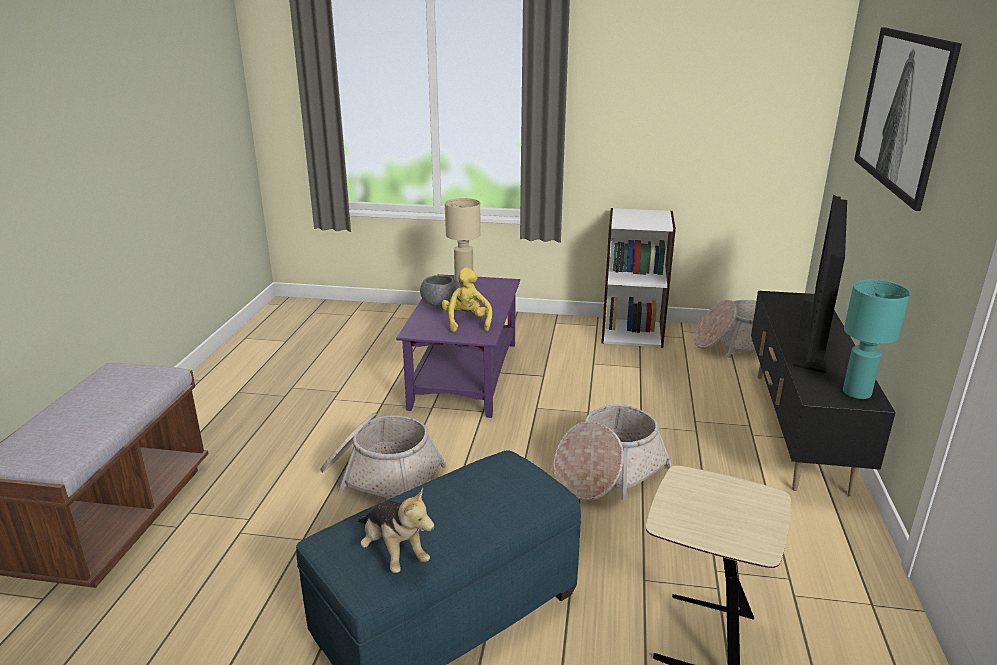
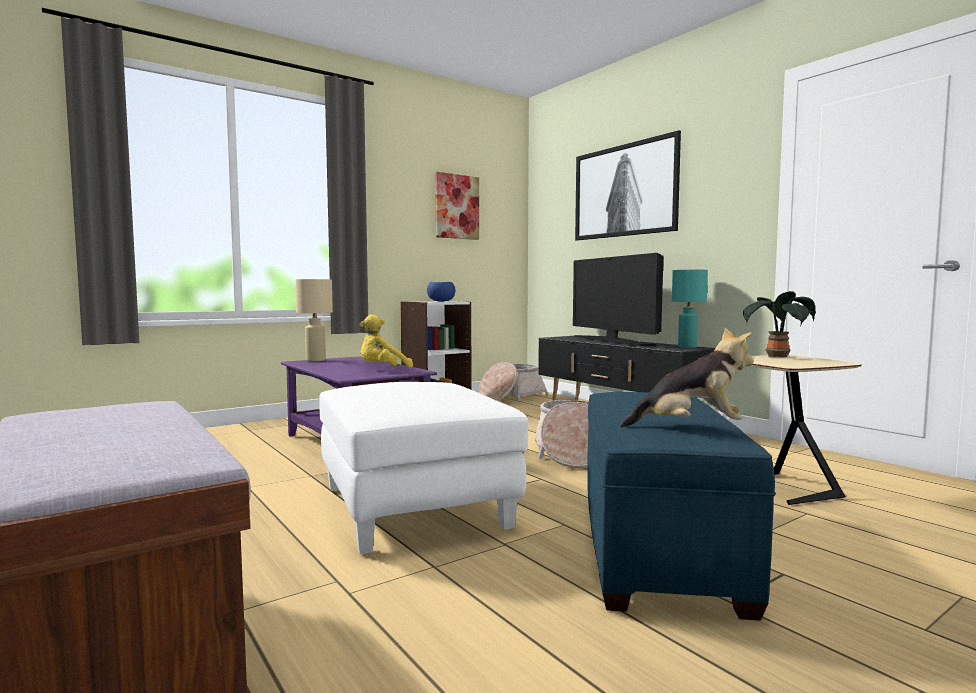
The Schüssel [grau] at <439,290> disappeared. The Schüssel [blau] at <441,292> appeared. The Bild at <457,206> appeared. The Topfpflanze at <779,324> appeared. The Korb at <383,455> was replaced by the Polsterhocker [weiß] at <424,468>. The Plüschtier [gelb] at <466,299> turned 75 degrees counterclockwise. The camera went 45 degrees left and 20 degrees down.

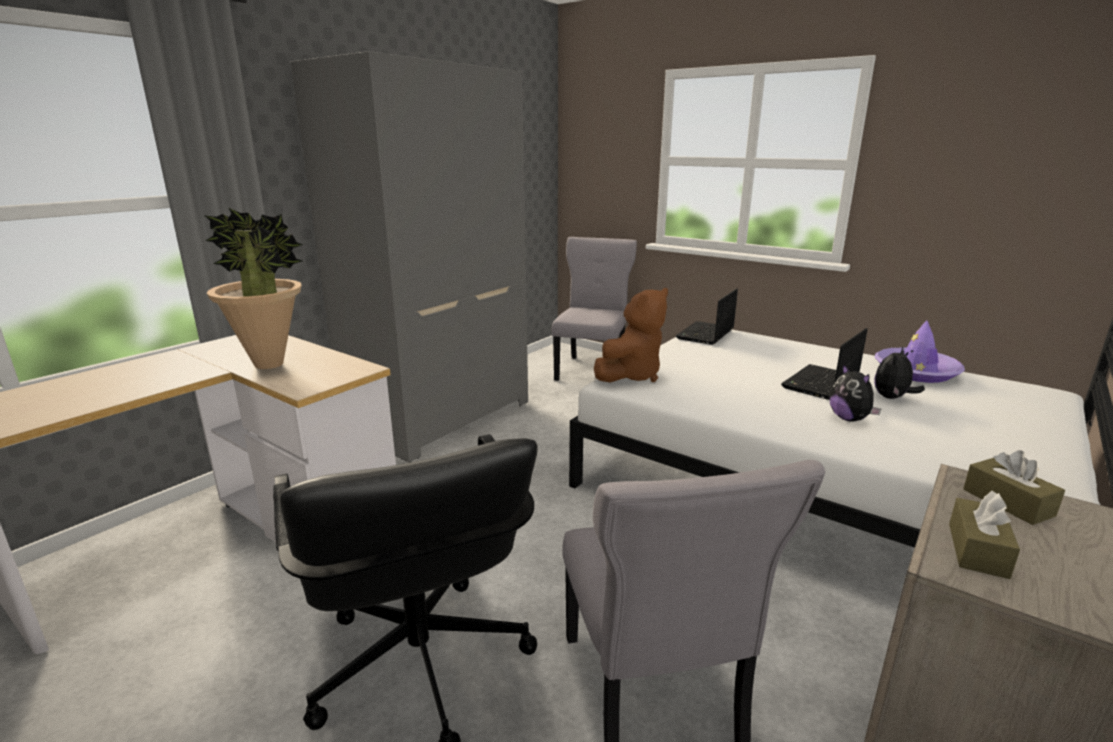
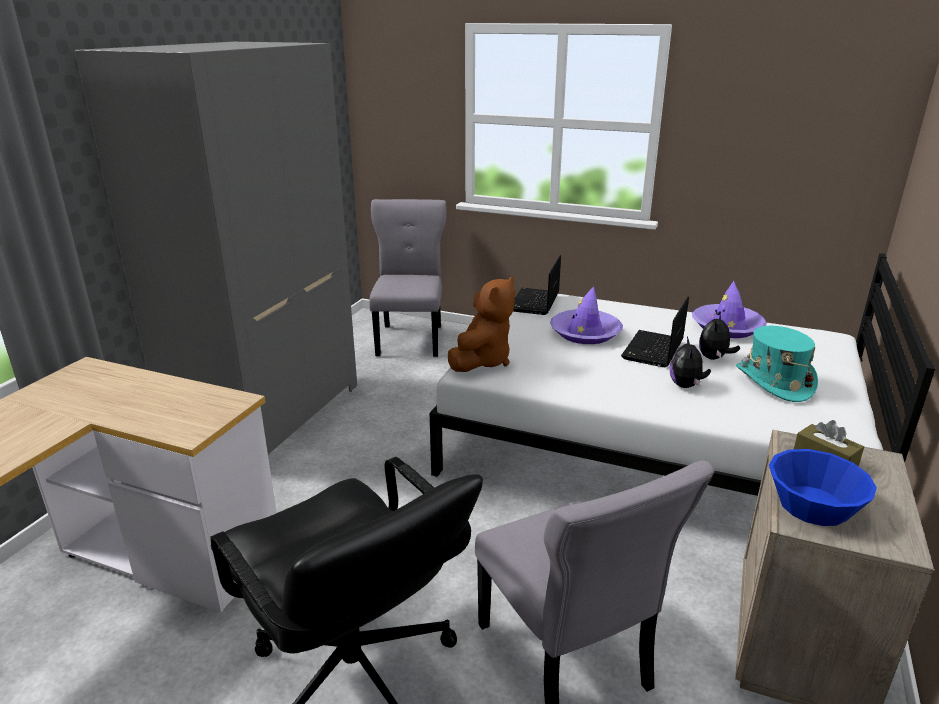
The Topfpflanze at <253,288> disappeared. The Hut [lila] at <586,315> appeared. The Hut [türkis] at <777,364> appeared. The Taschentuchbox [braun] at <984,535> was replaced by the Schüssel [blau] at <823,487>. The Plüschtier at <855,392> turned 45 degrees clockwise. The camera went 15 degrees left and 5 degrees up.

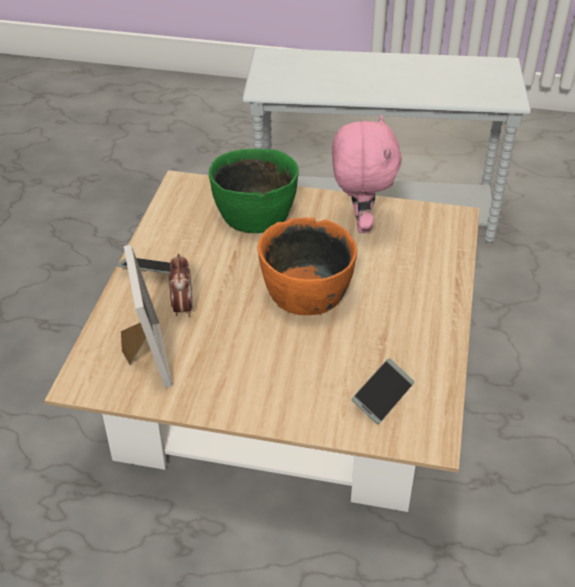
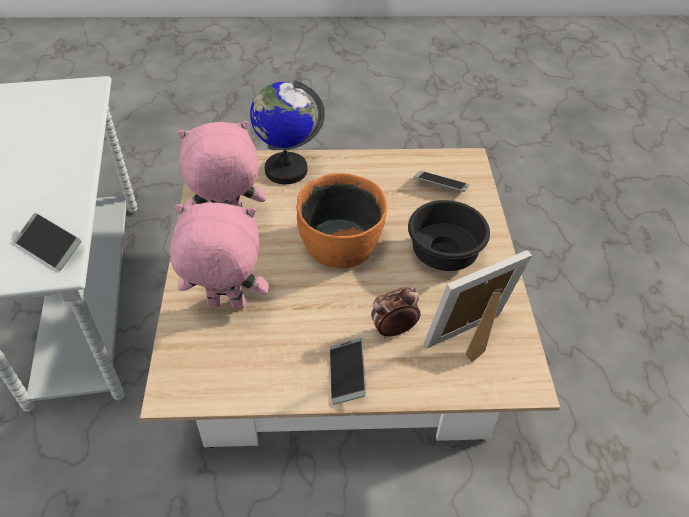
The Handy at <48,242> appeared. The Globus at <287,131> appeared. The Schüssel [schwarz] at <449,235> appeared. The Schüssel [grün] at <254,191> was replaced by the Plüschtier [rosa] at <219,256>. The camera went 105 degrees left and 5 degrees up.

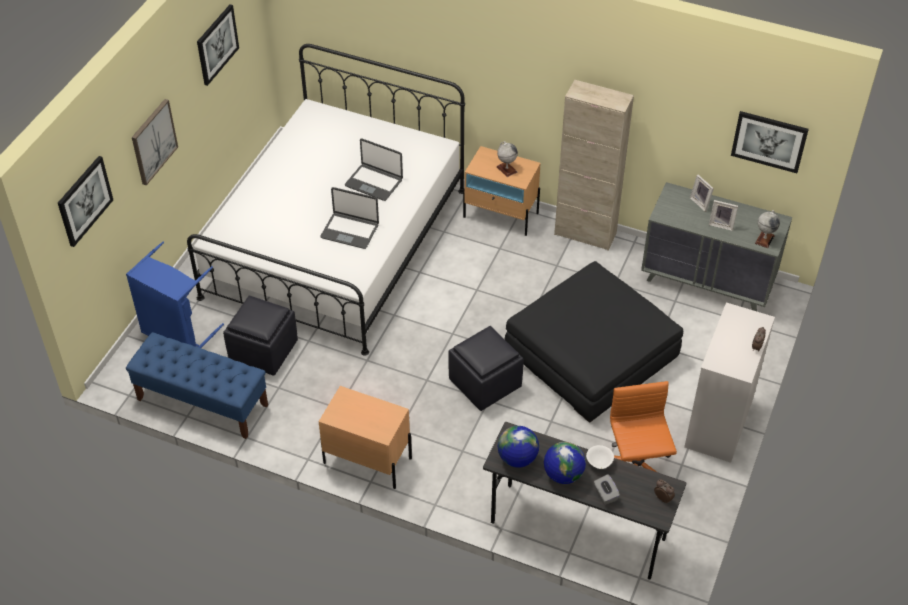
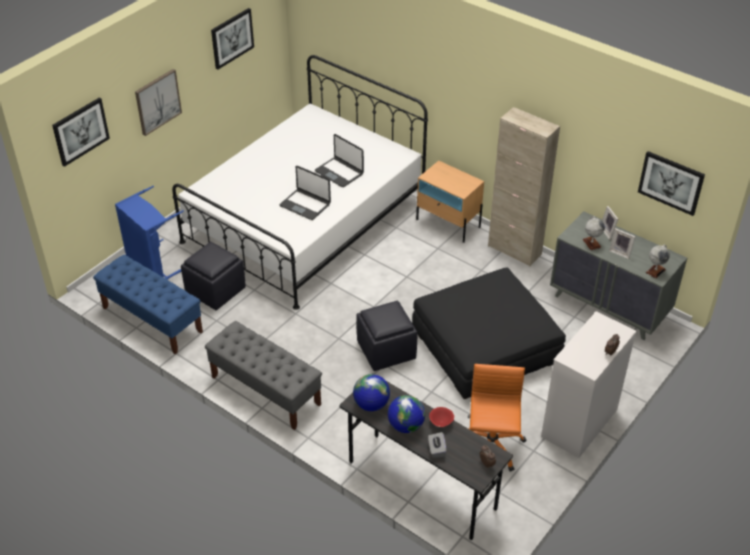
The Globus moved from <507,159> to <594,233>. The Nachttisch [beige] at <365,437> was replaced by the Bank [grau] at <263,375>. The Schüssel [weiß] at <600,457> became the Schüssel [rot] at <441,417>. The camera went 15 degrees right and 5 degrees down.

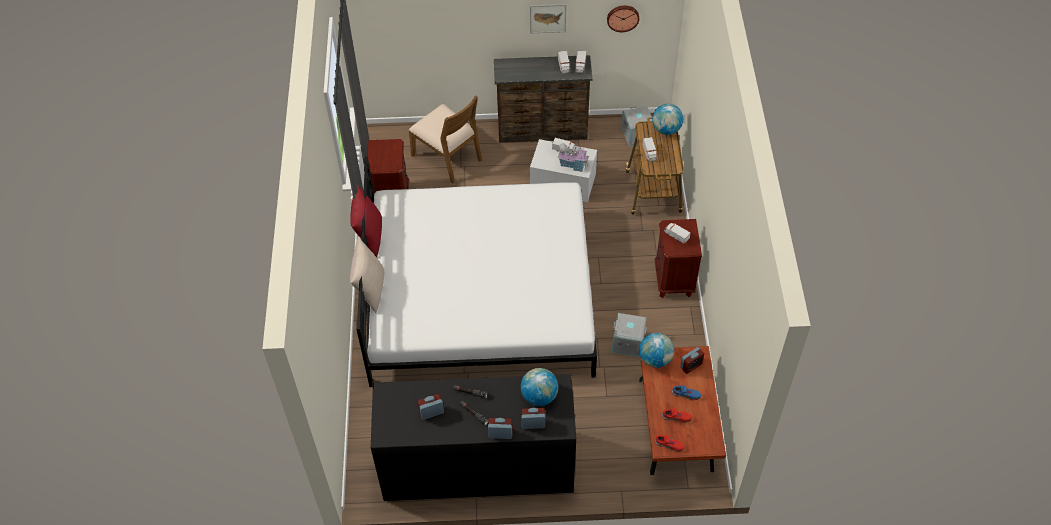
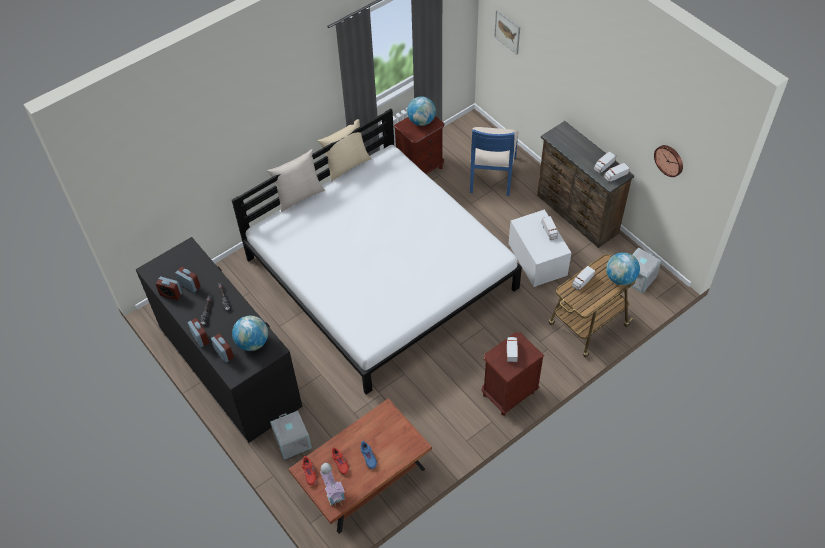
The Bild moved from <548,18> to <507,32>. The Spielzeughaus moved from <573,157> to <332,484>. The Aufbewahrungsbox [grau] moved from <629,335> to <291,435>. The Globus moved from <656,350> to <421,111>. The Wecker moved from <692,360> to <169,288>. The Kissen [rot] at <366,221> became the Kissen [beige] at <344,150>. The Stuhl [braun] at <445,139> became the Stuhl [blau] at <494,161>. The camera went 55 degrees right and 0 degrees up.

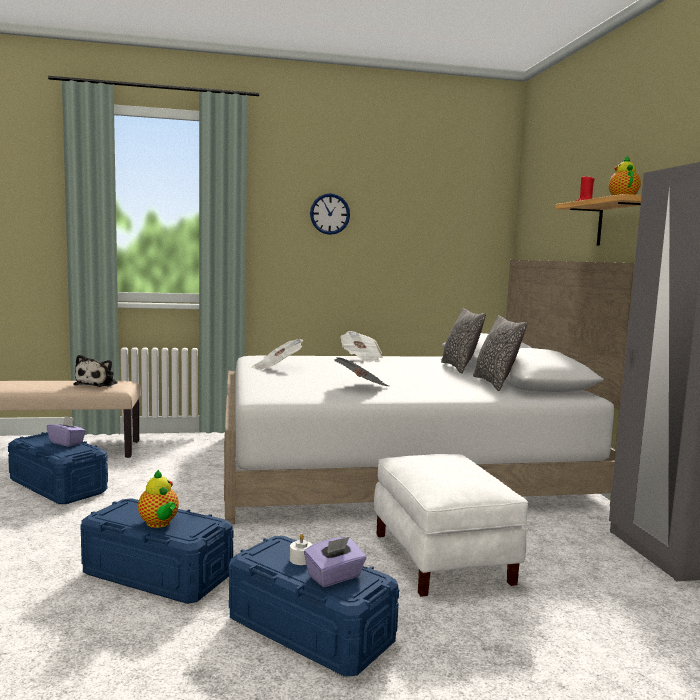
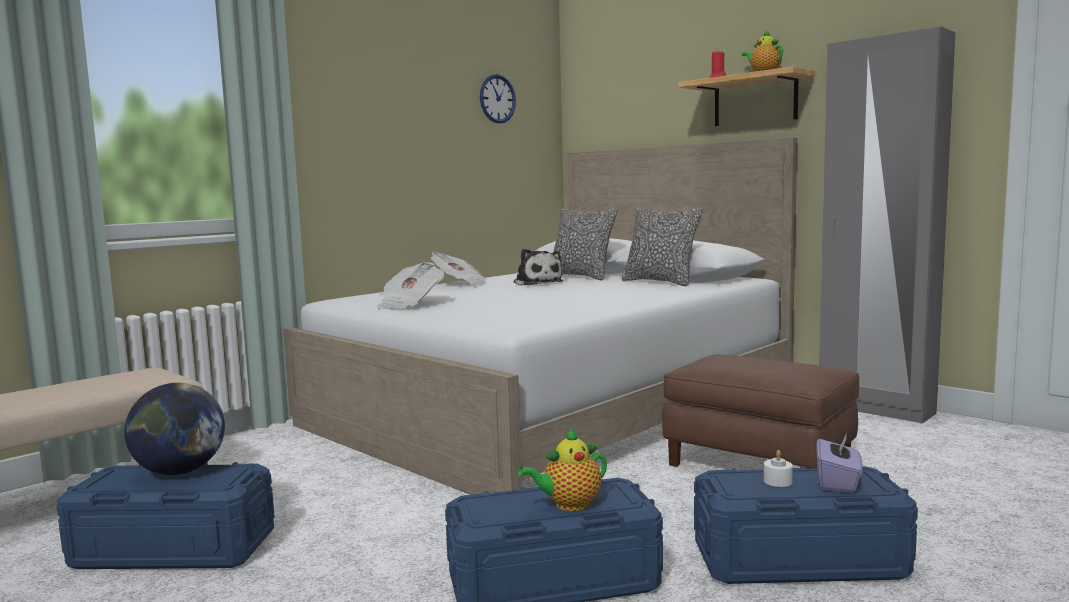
The Zeitung at <361,371> disappeared. The Plüschtier moved from <95,371> to <538,267>. The Wanduhr moved from <330,214> to <498,99>. The Taschentuchbox [lila] at <66,431> was replaced by the Globus at <174,429>. The Polsterhocker [weiß] at <451,525> became the Polsterhocker [braun] at <760,411>. The Teekanne at <158,499> turned 135 degrees clockwise. The camera went 35 degrees left and 0 degrees up.

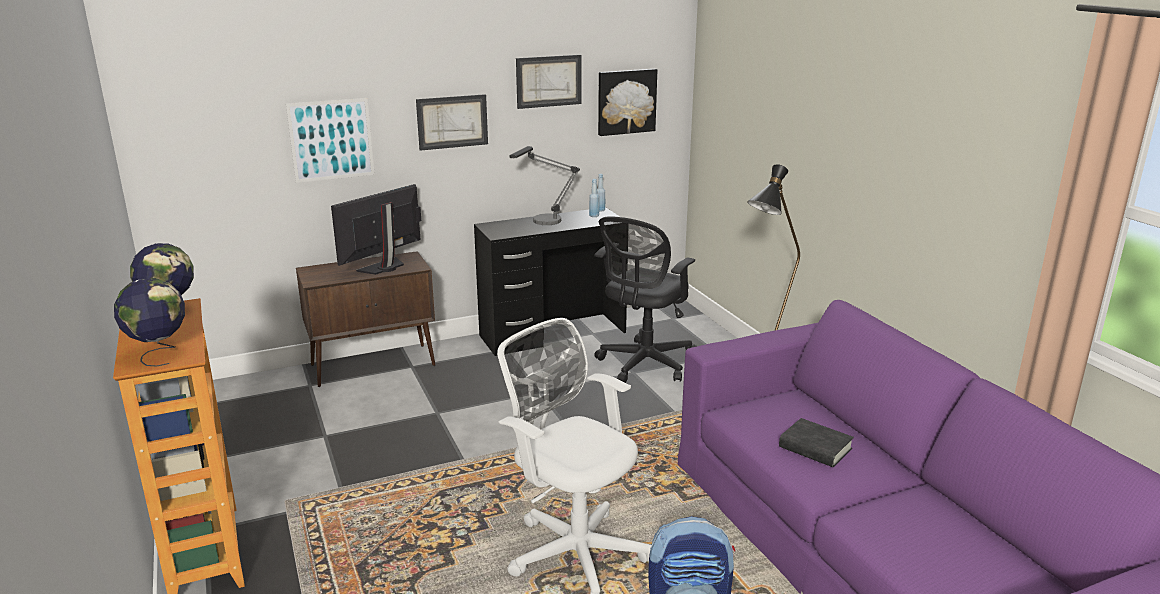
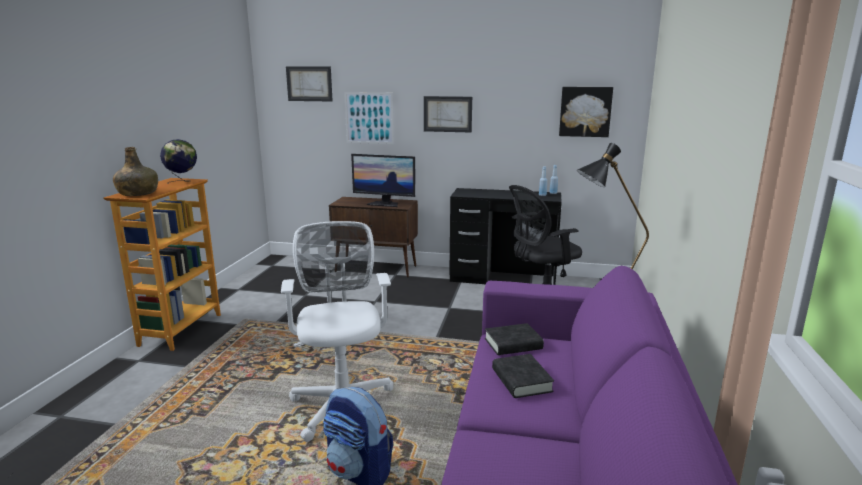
The Tischlampe at <544,185> disappeared. The Buch [schwarz] at <514,339> appeared. The Bild moved from <549,82> to <309,83>. The Globus at <149,322> was replaced by the Flasche [grün] at <135,171>. The Monitor at <376,229> turned 150 degrees counterclockwise. The camera went 35 degrees right and 5 degrees down.

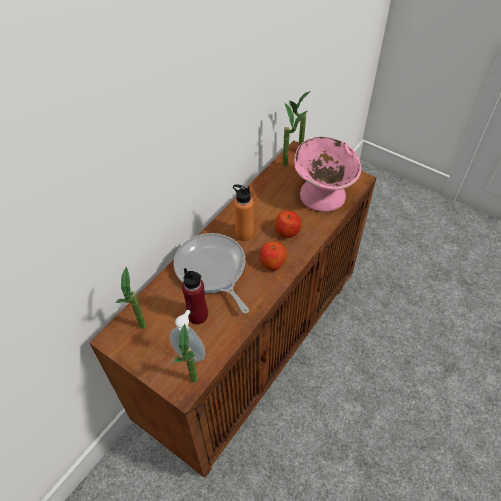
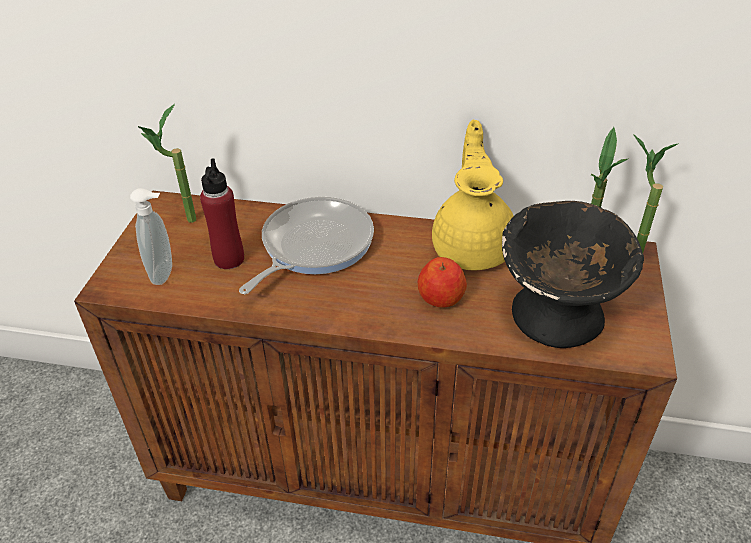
The Topfpflanze at <186,353> disappeared. The Flasche [orange] at <243,212> disappeared. The Apfel at <273,256> disappeared. The Teekanne [gelb] at <472,195> appeared. The Schüssel [rosa] at <327,174> became the Schüssel [schwarz] at <573,274>. The camera went 65 degrees right and 10 degrees down.

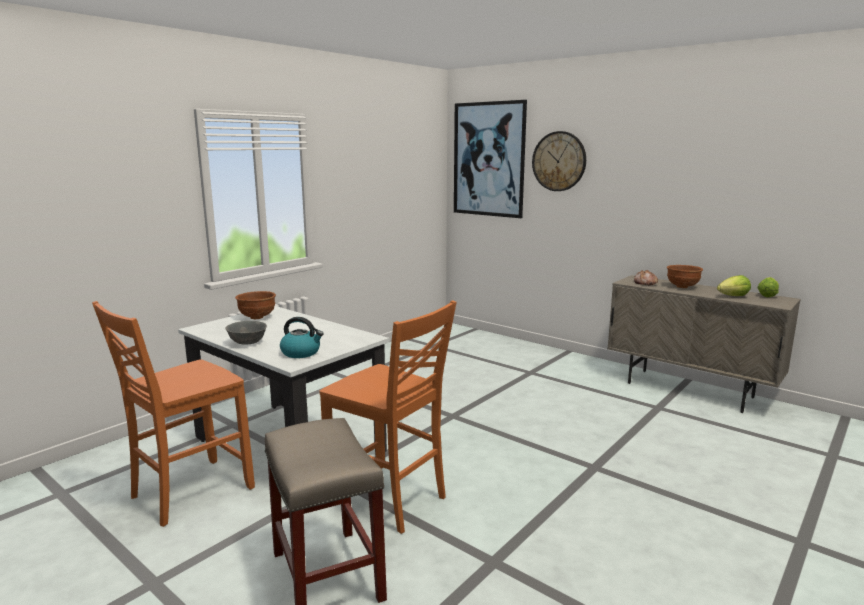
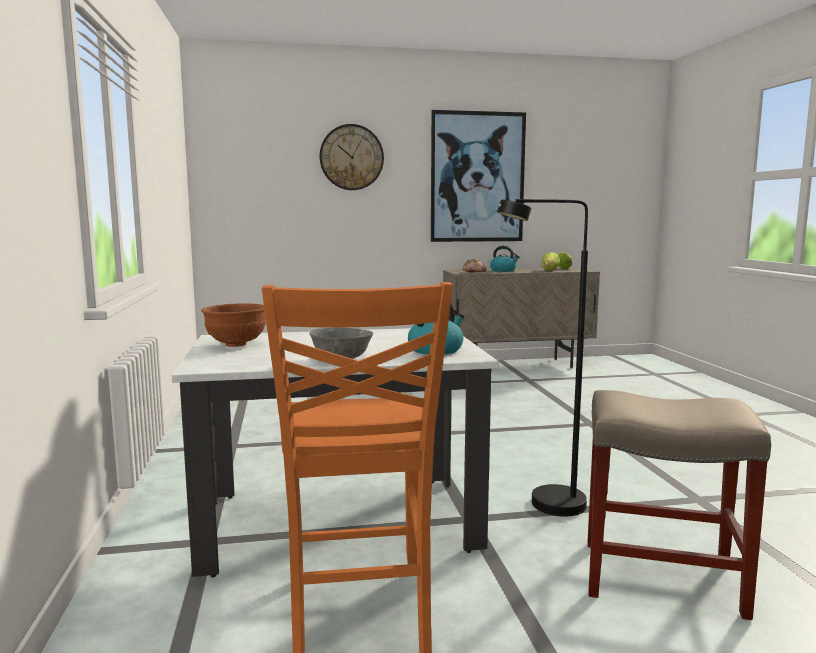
The Bild moved from <490,159> to <478,176>. The Stuhl [orange] at <388,417> was replaced by the Stehlampe [schwarz] at <542,358>. The Schüssel [braun] at <685,276> was replaced by the Wasserkessel at <505,259>. The camera went 50 degrees left and 5 degrees down.

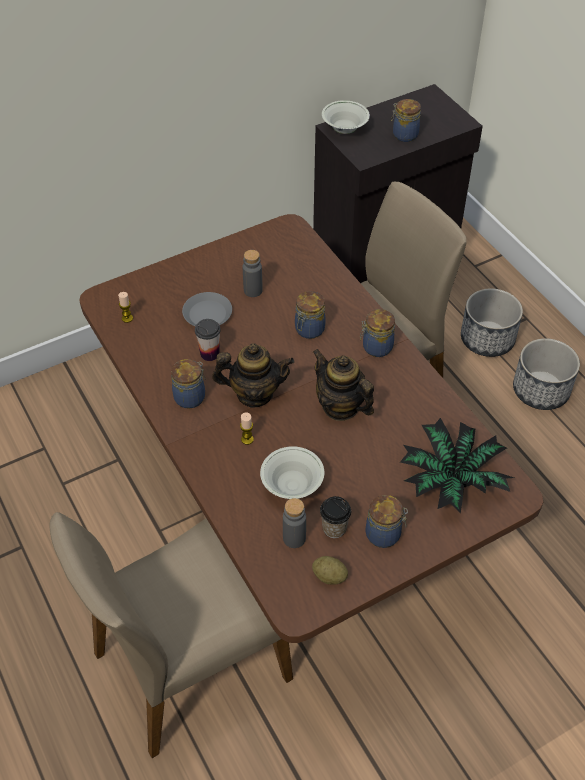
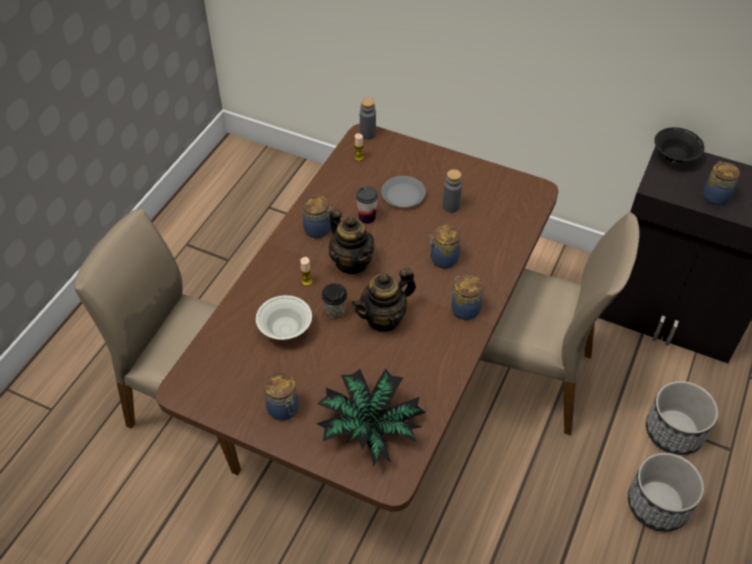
The Kartoffel at <330,570> disappeared. The Flasche [grau] moved from <294,523> to <368,119>. The Tasse moved from <335,517> to <334,301>. The Schüssel [weiß] at <346,117> became the Schüssel [schwarz] at <679,145>. The Teekanne at <343,385> turned 135 degrees counterclockwise. The camera went 55 degrees right and 0 degrees up.

